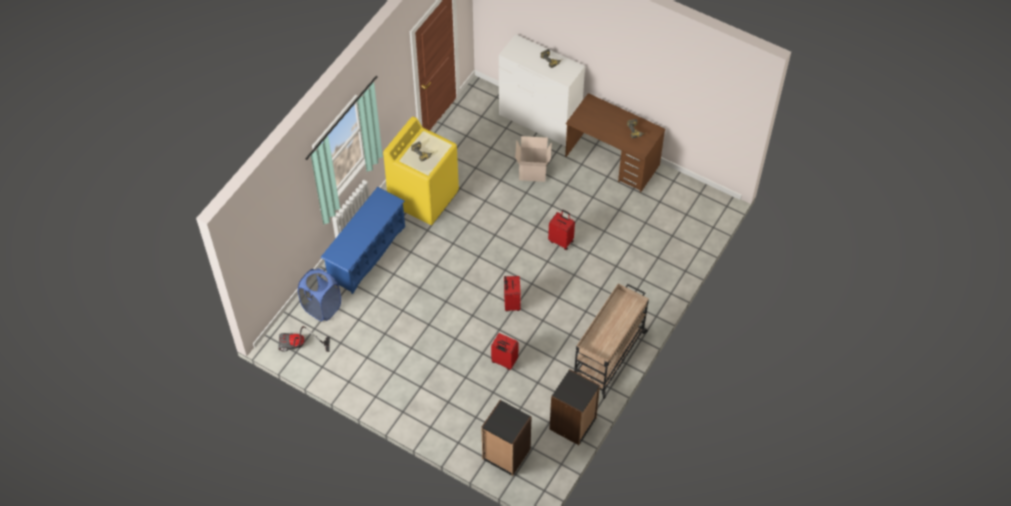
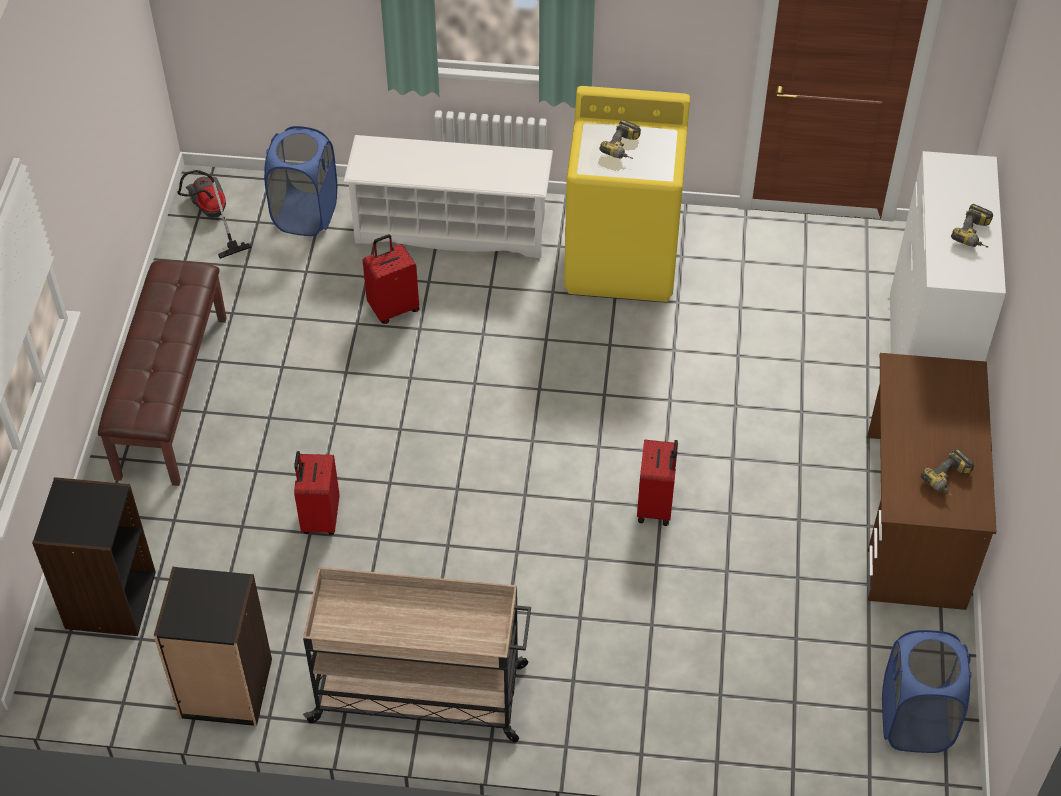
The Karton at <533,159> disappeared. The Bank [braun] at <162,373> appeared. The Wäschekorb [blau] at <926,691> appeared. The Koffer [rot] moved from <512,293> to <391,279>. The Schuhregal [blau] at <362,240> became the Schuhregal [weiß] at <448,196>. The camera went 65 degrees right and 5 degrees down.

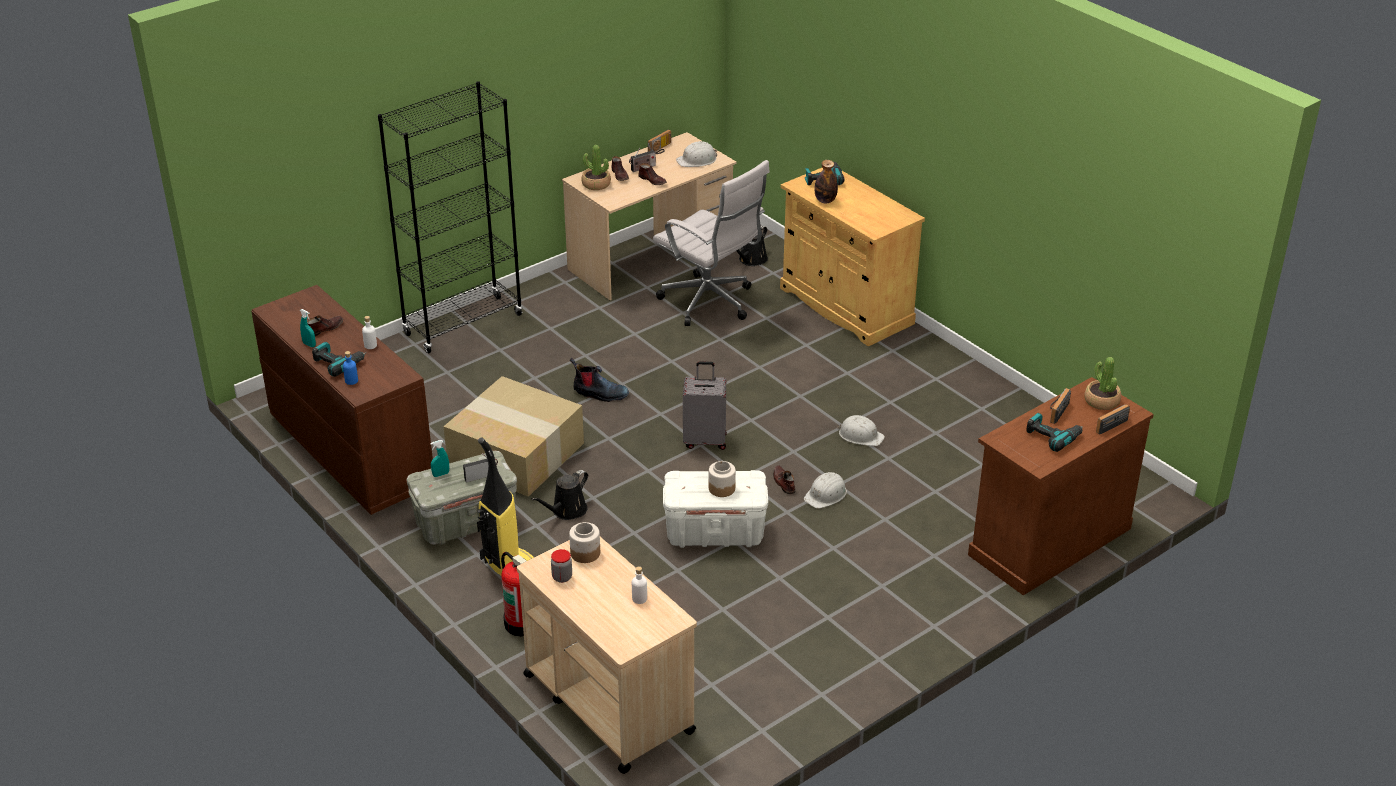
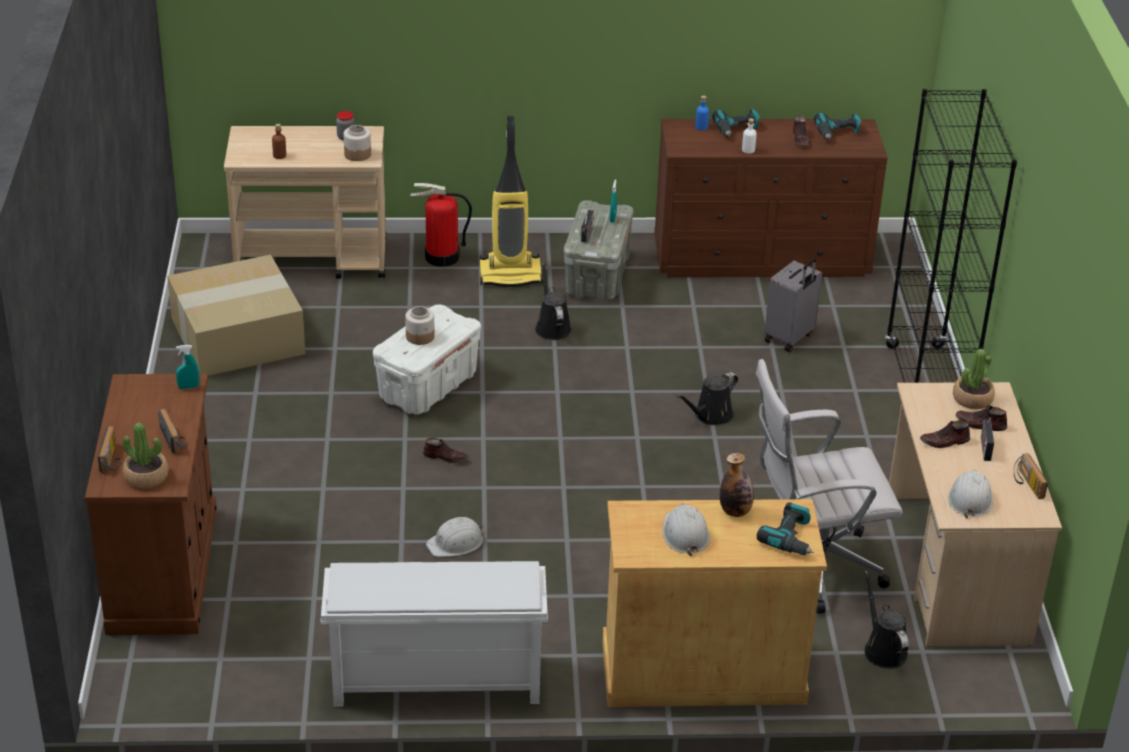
The Schuhregal [weiß] at <434,634> appeared. The Sprühflasche [türkis] moved from <308,328> to <187,367>. The Karton moved from <514,436> to <236,315>. The Koffer [grau] moved from <705,405> to <793,305>. The Schutzhelm [weiß] moved from <825,490> to <686,530>. The Bohrmaschine moved from <1054,432> to <838,126>. The Stiefel at <599,380> was replaced by the Gießkanne [schwarz] at <707,398>. The Flasche [weiß] at <639,585> became the Flasche [braun] at <279,141>. The camera went 125 degrees right and 0 degrees up.

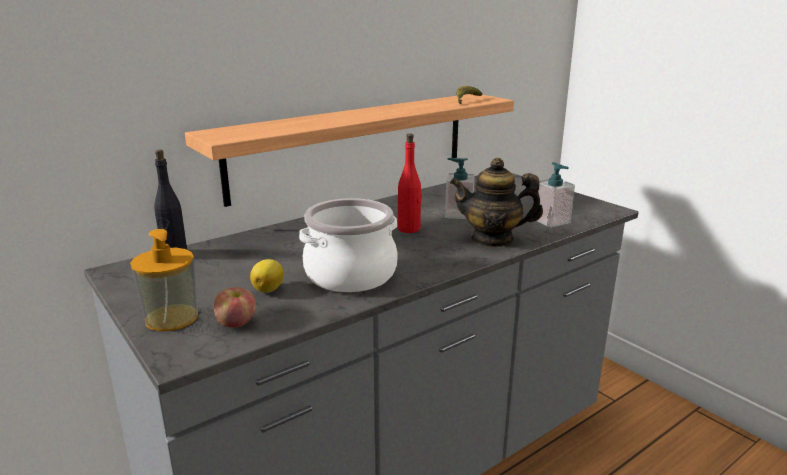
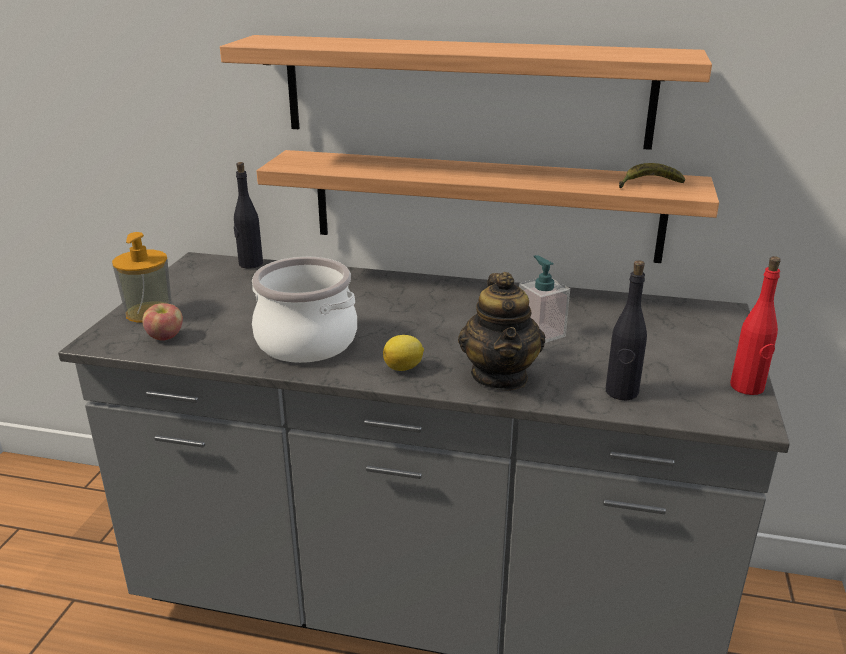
The Wandregal at <466,92> appeared. The Zitrone moved from <267,276> to <403,353>. The Flasche [rot] moved from <410,183> to <755,325>. The Seifenspender at <556,195> was replaced by the Flasche [schwarz] at <626,330>. The Teekanne at <496,202> turned 150 degrees counterclockwise. The camera went 50 degrees right and 5 degrees up.

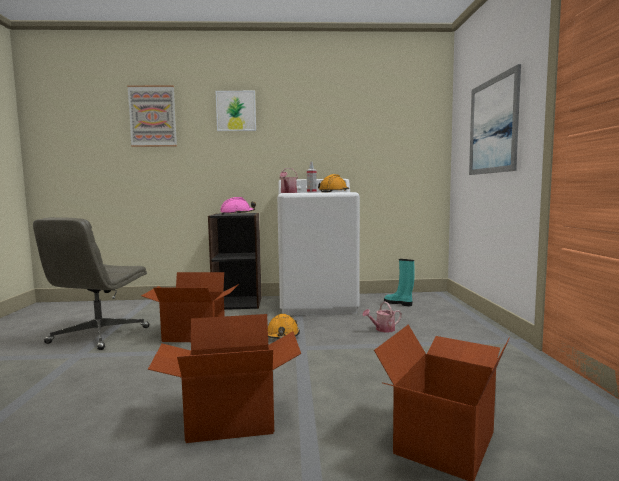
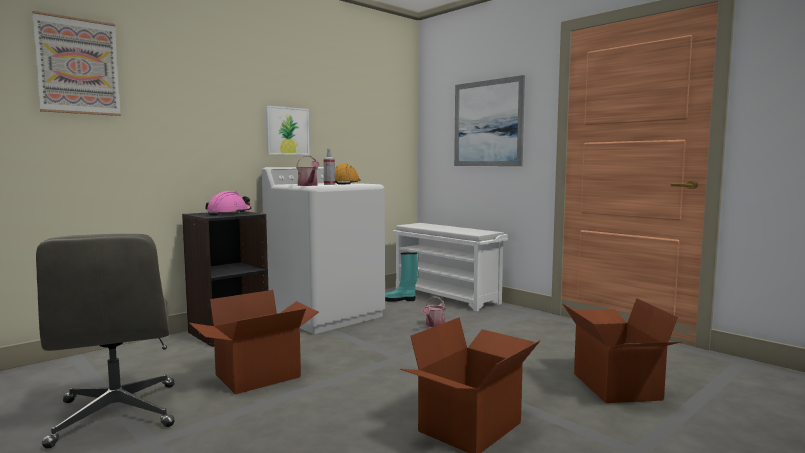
The Schutzhelm [orange] at <284,326> disappeared. The Schuhregal [weiß] at <450,267> appeared. The Bild moved from <236,111> to <287,130>. The camera went 40 degrees left and 0 degrees up.

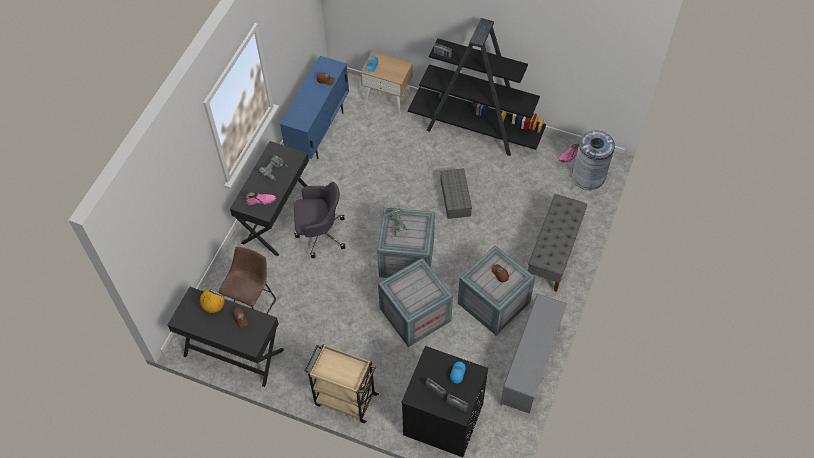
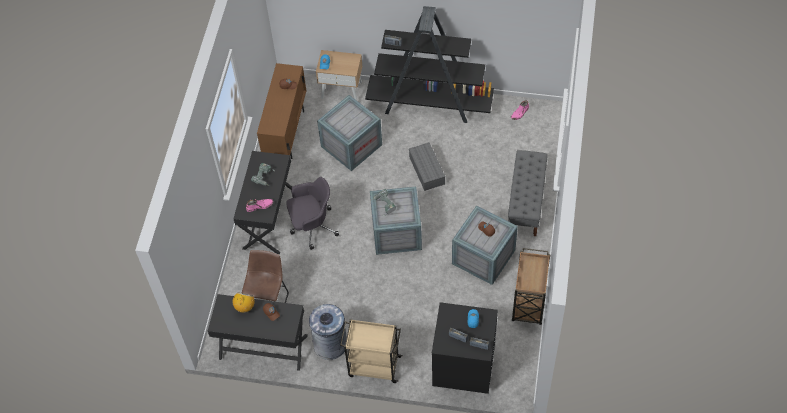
The Kiste moved from <415,302> to <349,133>. The Mülleimer [grau] moved from <593,160> to <328,332>. The Schuhregal [grau] at <533,354> was replaced by the Rollwagen [braun] at <531,286>. The Schrank [blau] at <314,107> became the Schrank [braun] at <282,111>. The camera went 10 degrees left and 0 degrees up.

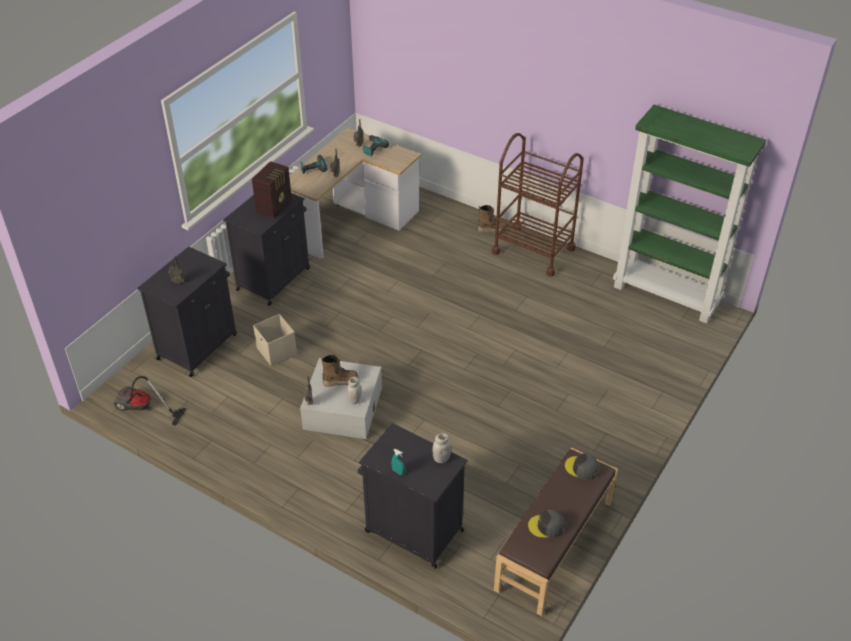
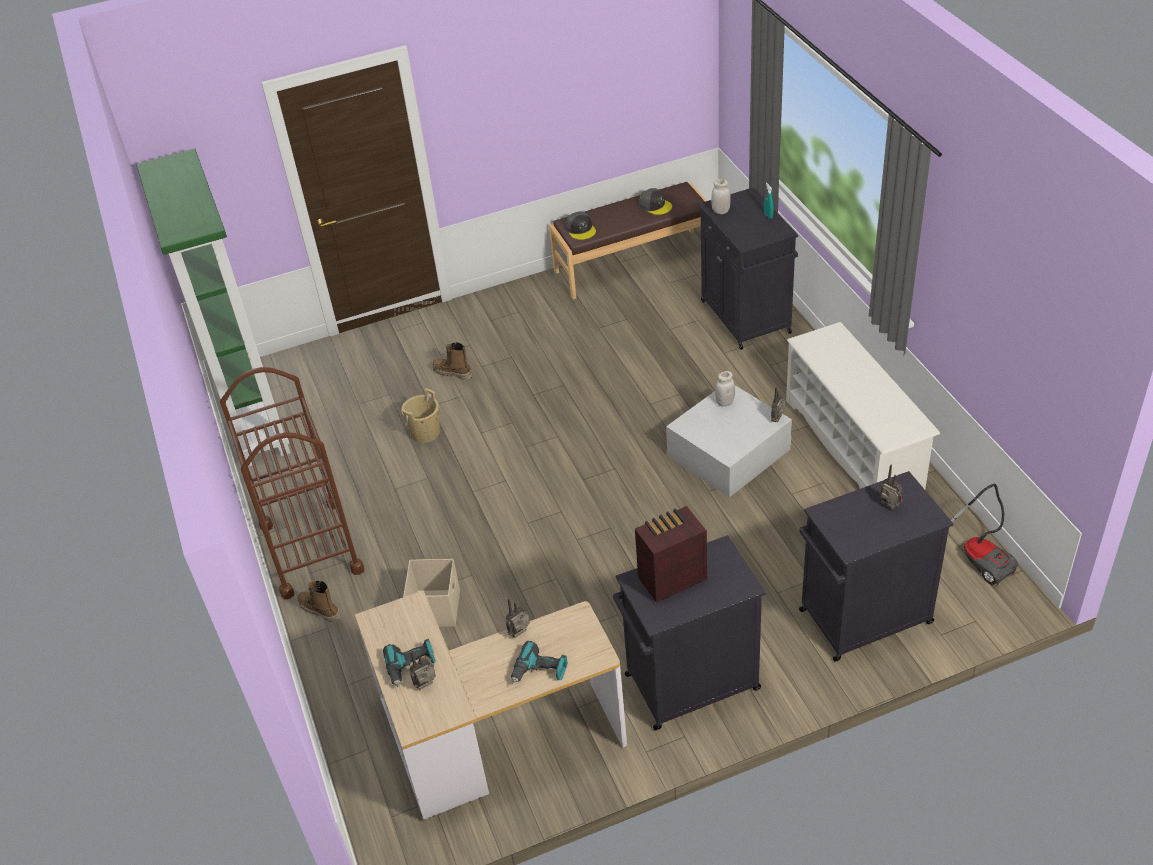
The Eimer [beige] at <420,415> appeared. The Schuhregal [weiß] at <863,405> appeared. The Aufbewahrungsbox [beige] moved from <275,340> to <431,593>. The Stiefel moved from <339,371> to <452,361>. The camera went 140 degrees left and 0 degrees up.

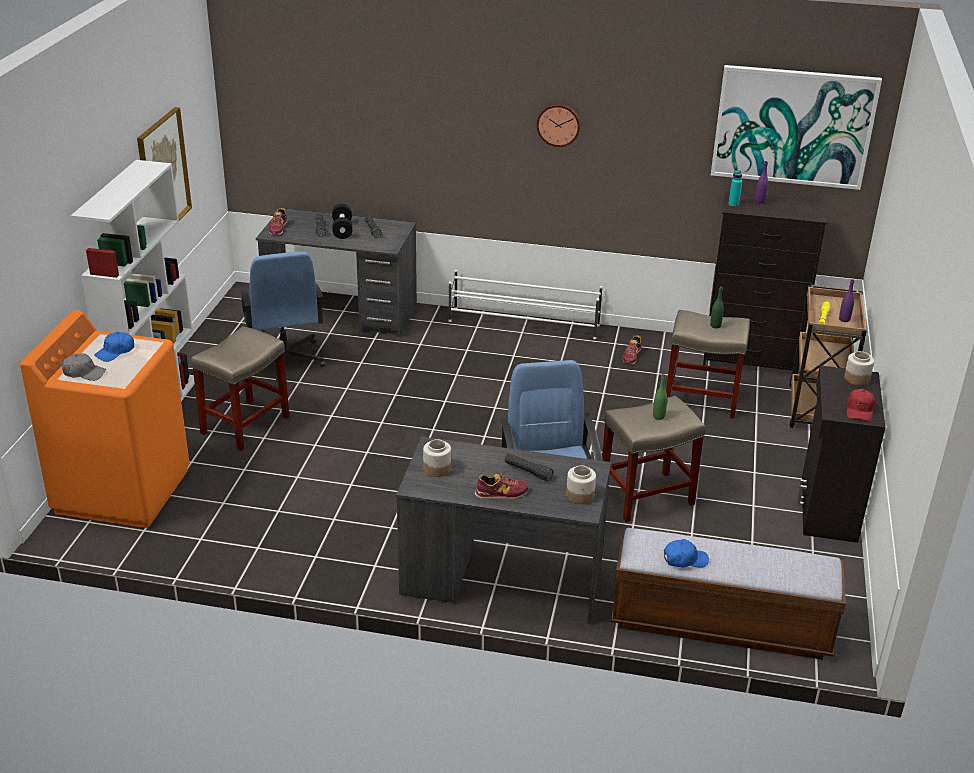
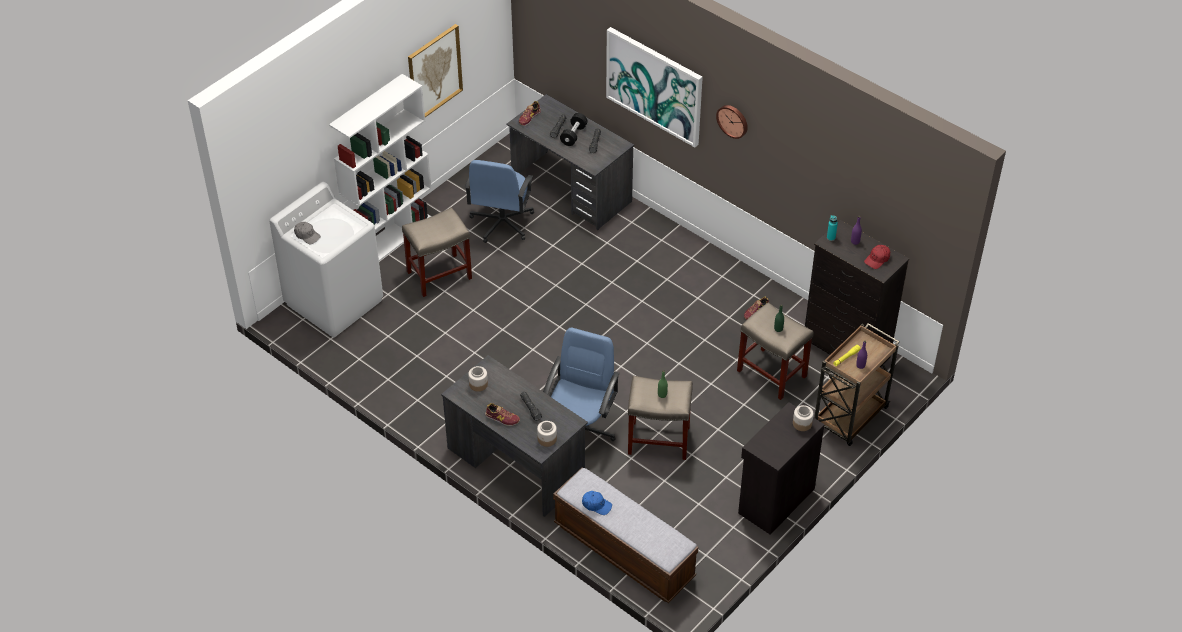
The Kappe [blau] at <114,347> disappeared. The Schuhregal [weiß] at <525,304> disappeared. The Bild moved from <796,127> to <654,87>. The Kappe [rot] moved from <860,405> to <877,257>. The Waschmaschine [orange] at <104,419> became the Waschmaschine [weiß] at <326,260>. The camera went 30 degrees right and 15 degrees up.

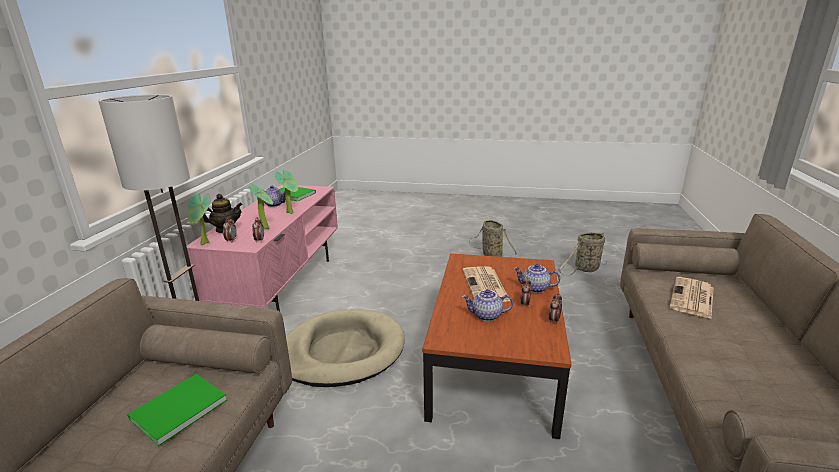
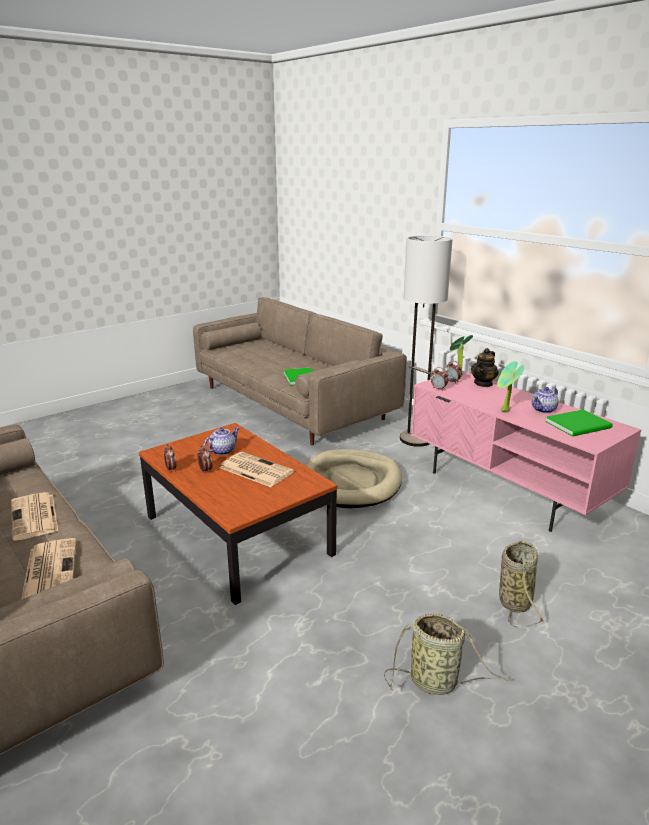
The Topfpflanze at <260,206> disappeared. The Teekanne at <537,278> disappeared. The Zeitung at <34,516> appeared. The Korb moved from <582,254> to <522,584>. The camera went 130 degrees right and 0 degrees up.

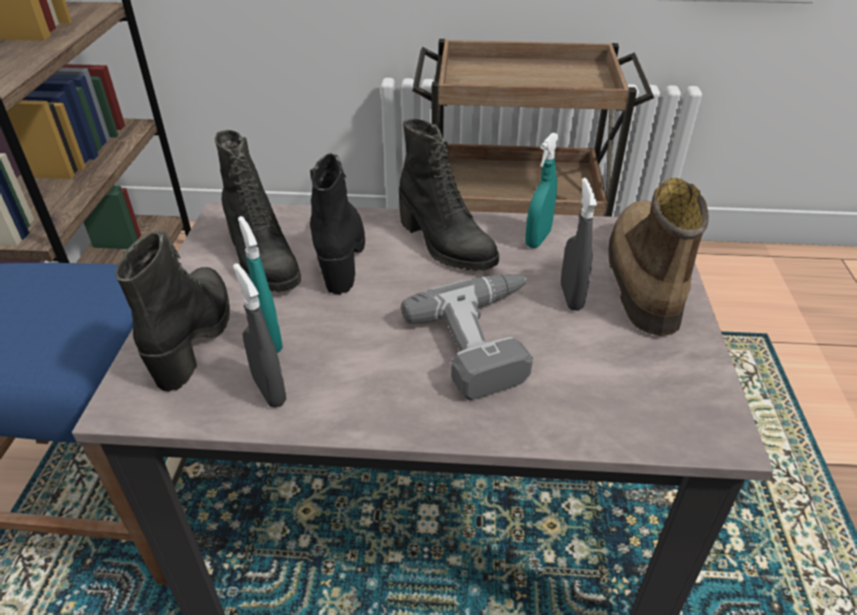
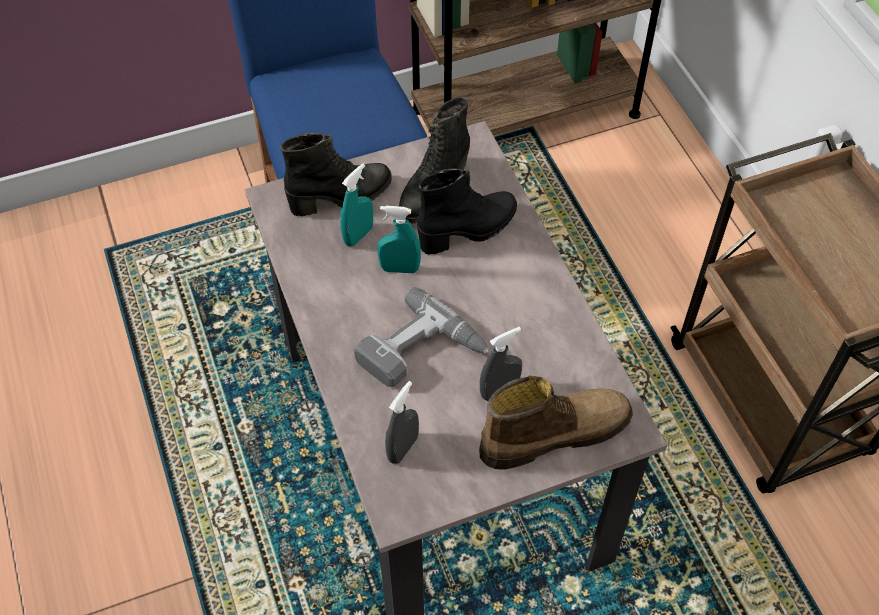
The Stiefel [schwarz] at <449,195> disappeared. The Sprühflasche [grau] moved from <259,335> to <402,422>. The Sprühflasche [türkis] moved from <542,190> to <399,239>. The camera went 65 degrees right and 15 degrees up.

